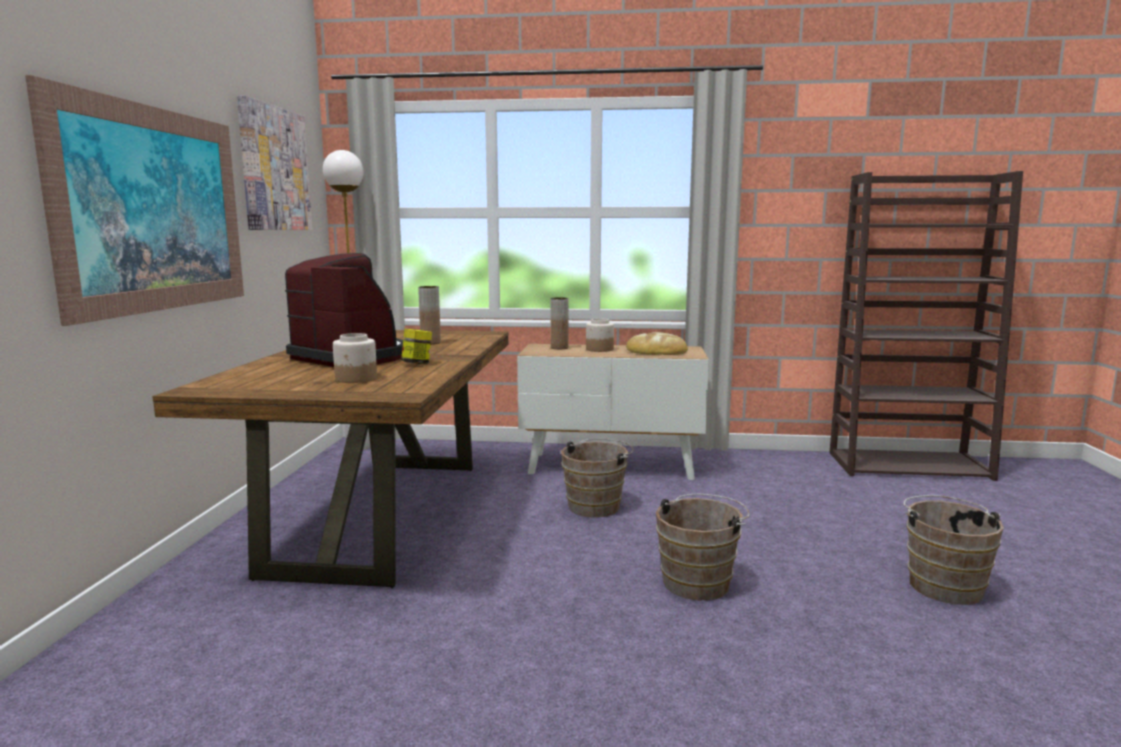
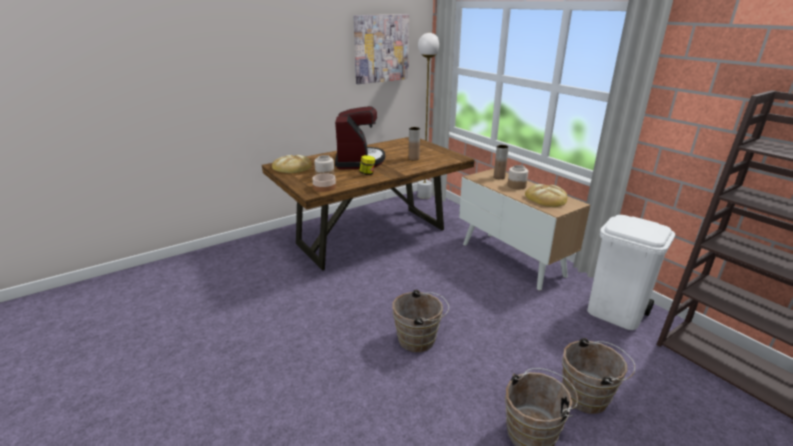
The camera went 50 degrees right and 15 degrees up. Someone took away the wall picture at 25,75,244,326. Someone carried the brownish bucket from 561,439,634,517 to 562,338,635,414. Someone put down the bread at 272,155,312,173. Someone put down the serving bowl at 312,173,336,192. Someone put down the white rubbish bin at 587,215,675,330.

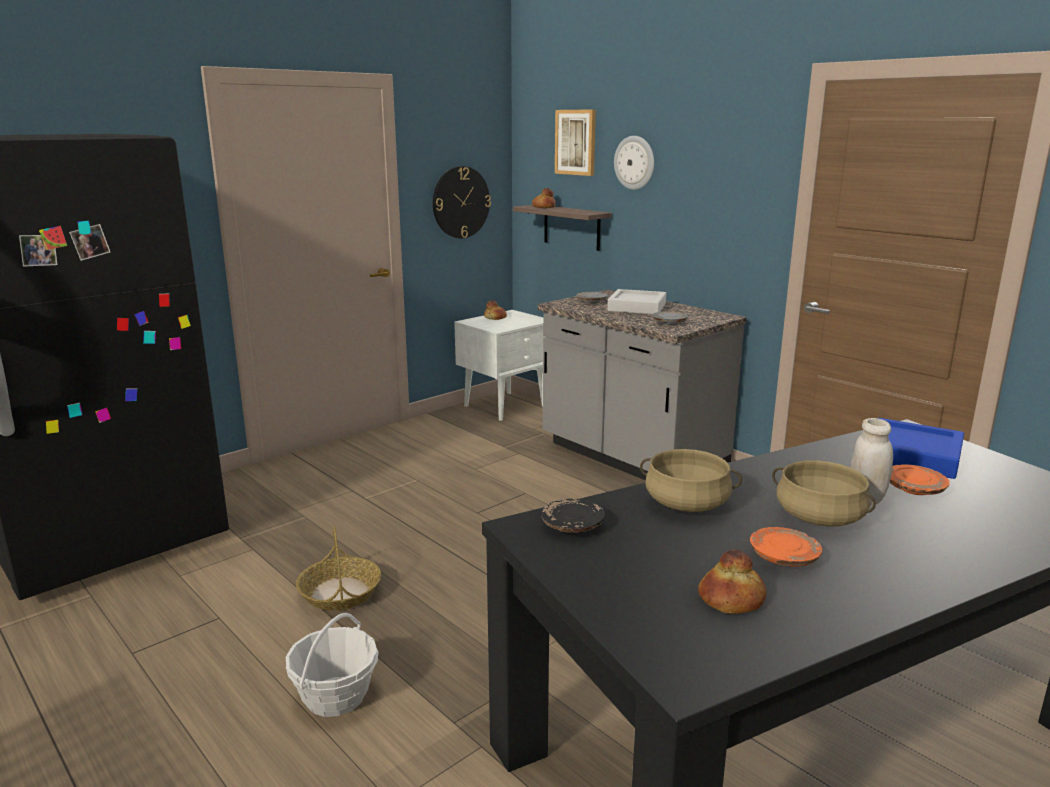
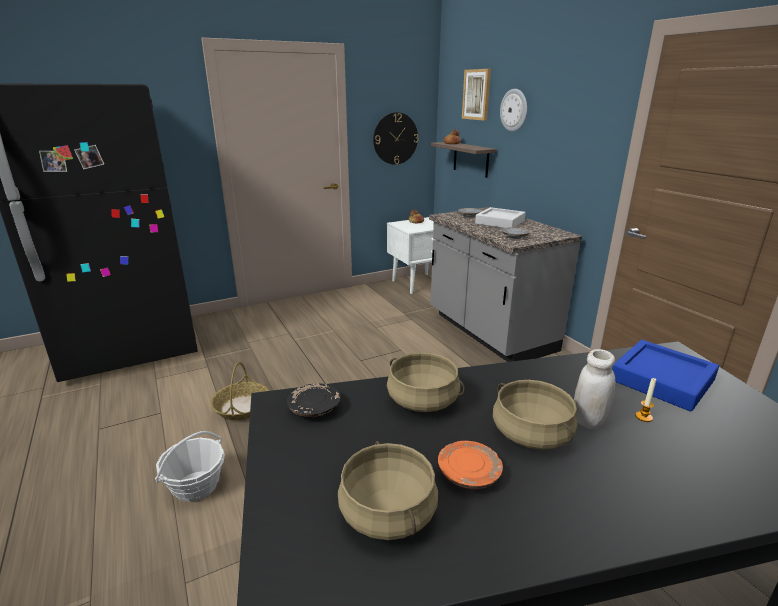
The camera went 15 degrees right and 5 degrees up. Someone swapped the orange plate at 890,464,950,495 for the wax candle at 635,378,657,422. Someone swapped the bread at 698,550,767,614 for the sand-coloured cooking pot at 338,441,438,540.

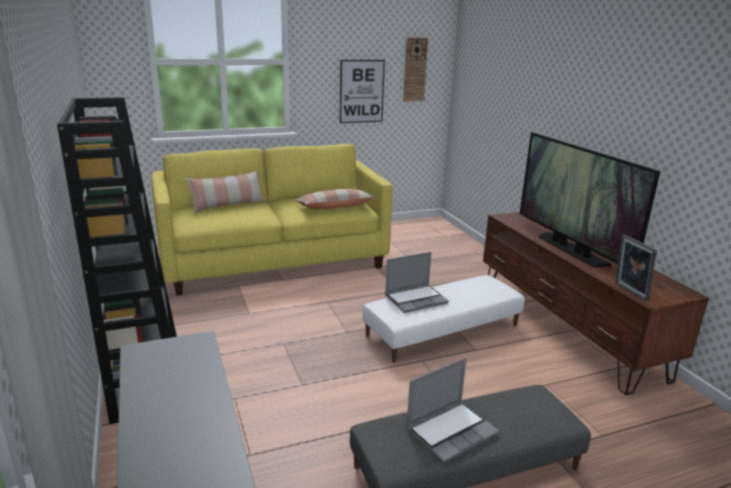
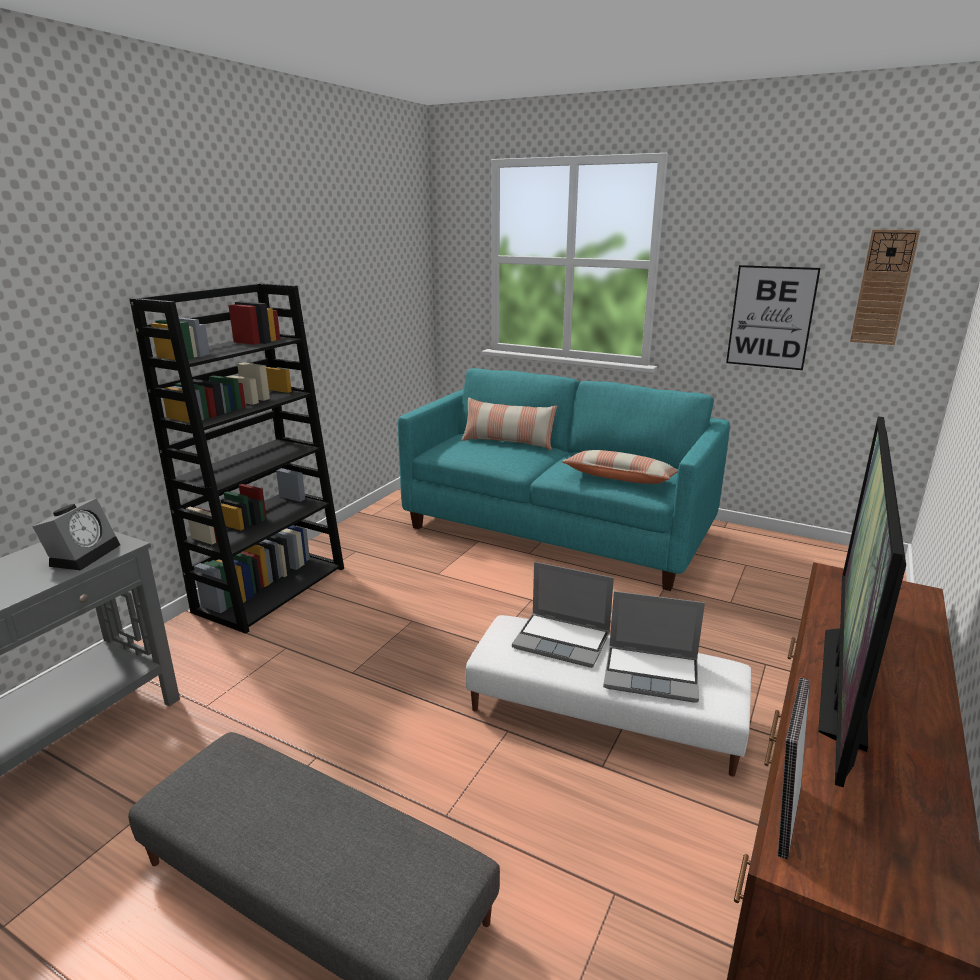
The camera went 50 degrees right and 0 degrees up. Someone repainted the yellowish settee at 151,144,393,296, which became the blue-green settee at 398,368,730,591. Someone carried the portable computer from 406,358,499,463 to 603,591,705,703. Someone put down the table clock at 32,498,120,570.

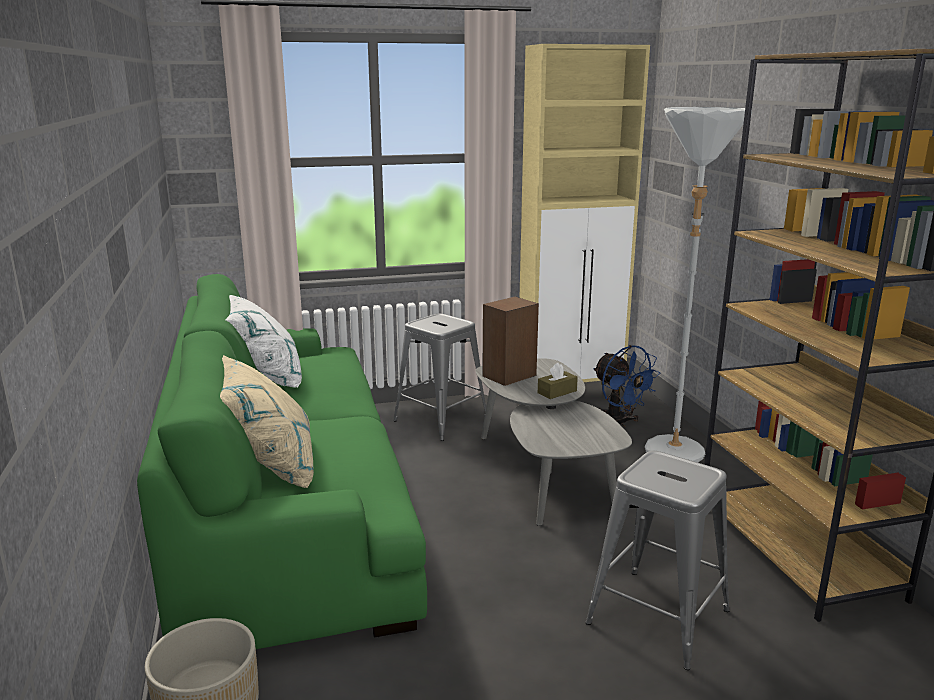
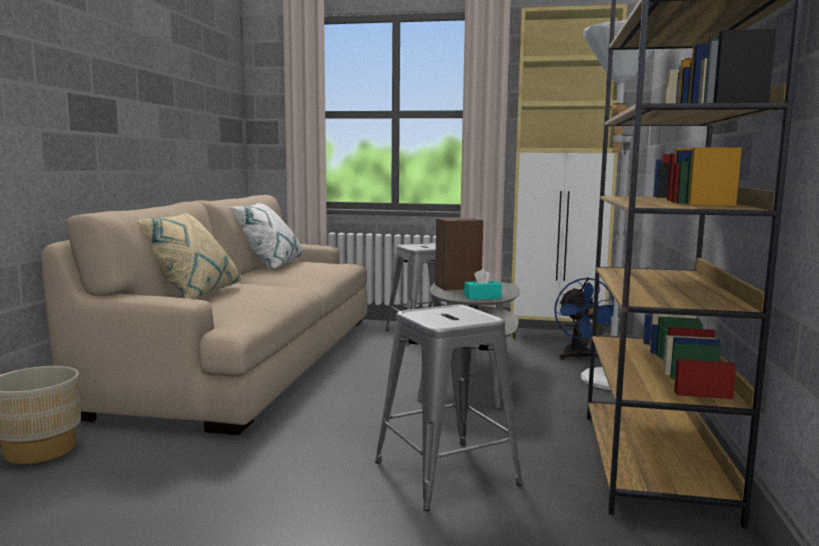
The camera went 25 degrees right and 10 degrees down. Someone repainted the green settee at 137,274,427,649, which became the sand-coloured settee at 41,195,368,435. Someone repainted the brownish tissue box at 538,363,578,399, which became the blue-green tissue box at 464,269,502,300.

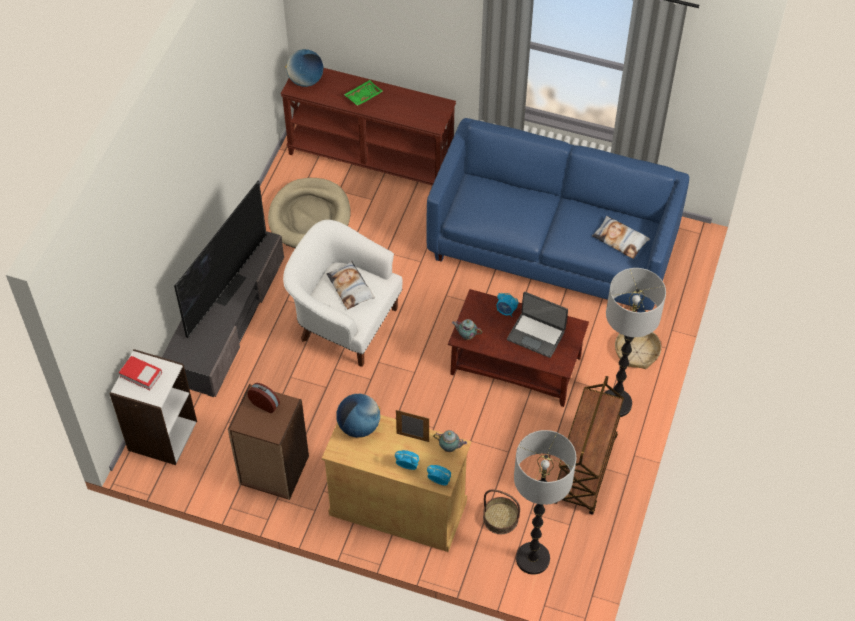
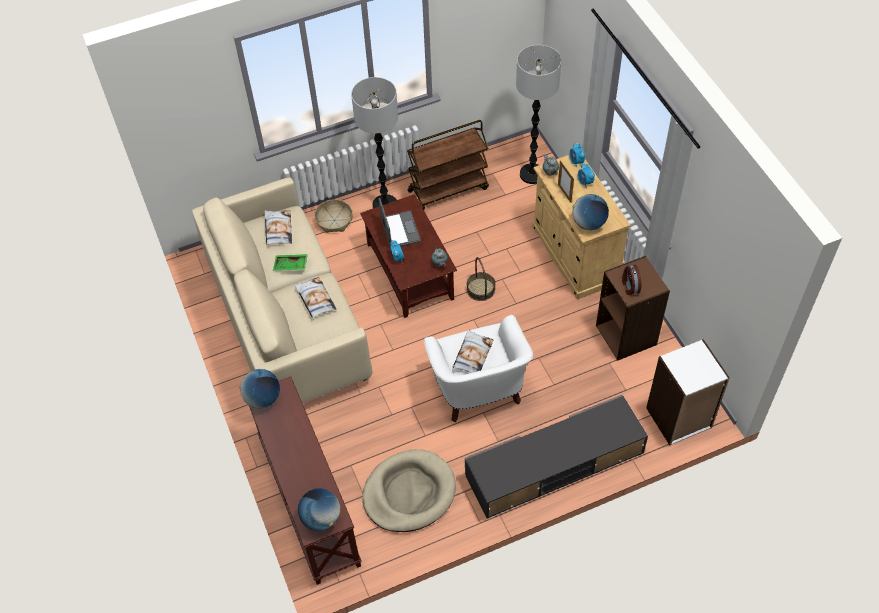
The camera went 130 degrees left and 0 degrees up. Someone carried the green serving tray from 344,80,383,106 to 273,254,308,271. Someone repainted the blue settee at 427,118,689,312, which became the sand-coloured settee at 192,177,372,403. Someone took away the TV at 174,180,267,338. Someone took away the volume at 119,356,162,390. Someone carried the storage basket from 483,489,520,534 to 467,257,495,301. Someone put down the throw pillow at 294,277,336,318. Someone put down the globe at 240,369,280,408.

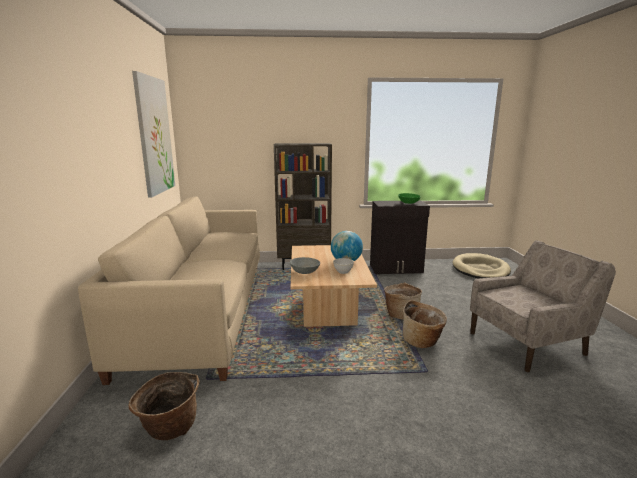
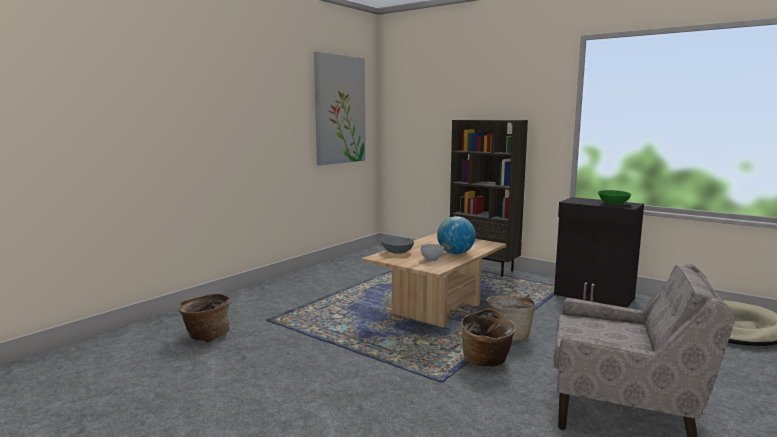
The camera went 40 degrees right and 5 degrees down. Someone took away the sand-coloured settee at 78,196,260,385.

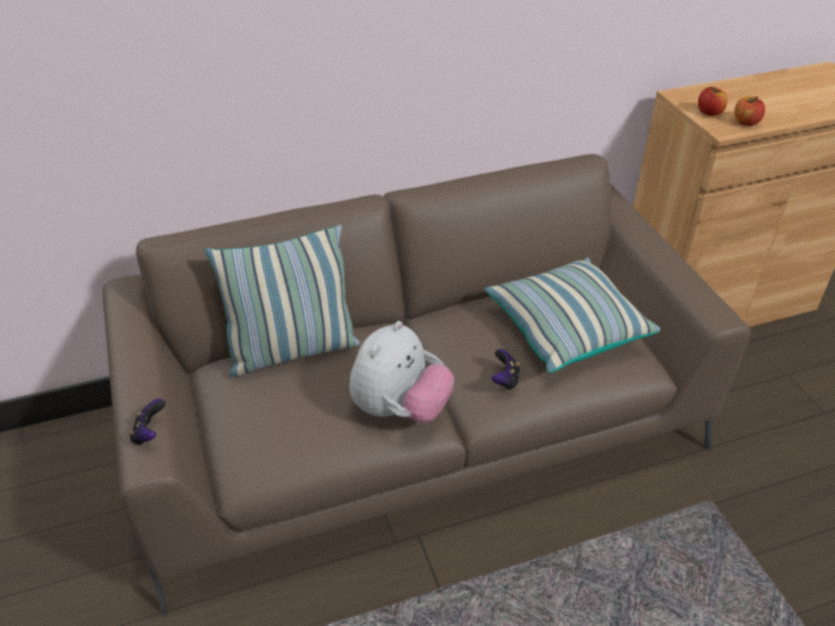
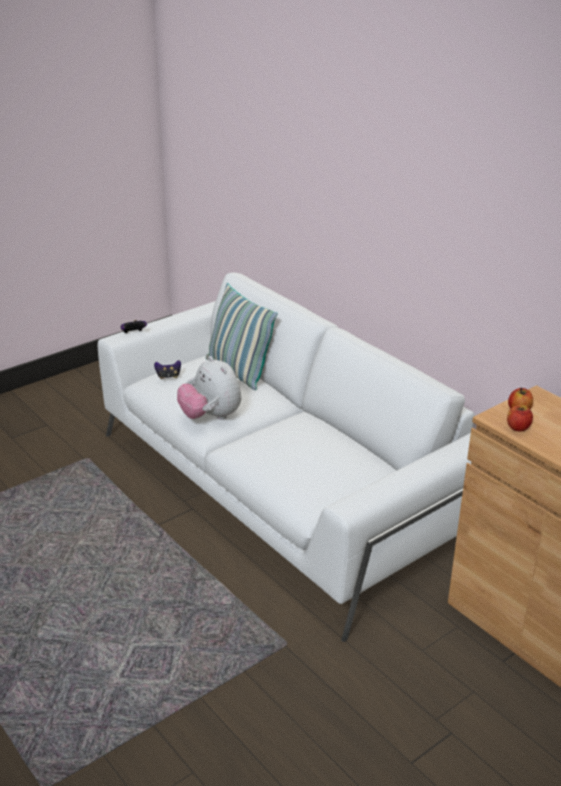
The camera went 70 degrees right and 10 degrees down. Someone repainted the brownish settee at 102,154,751,616, which became the white settee at 98,273,475,642. Someone took away the throw pillow at 484,258,660,373. Someone rotated the soft toy at 349,321,454,423 by 45 degrees clockwise. Someone carried the joypad from 491,349,520,390 to 154,360,181,379.

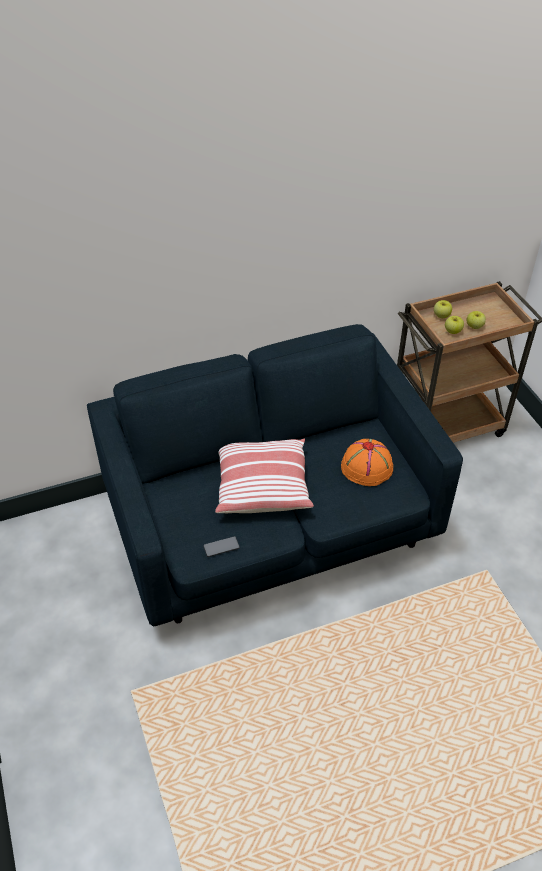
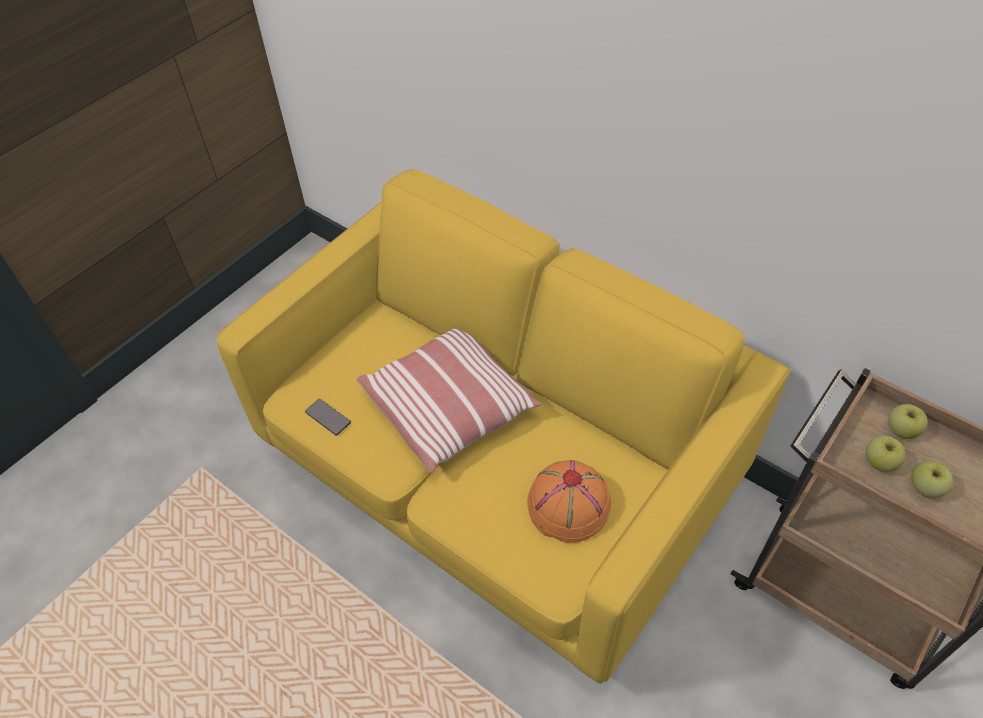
The camera went 60 degrees right and 5 degrees up. Someone repainted the blue settee at 87,324,463,627, which became the yellowish settee at 217,169,791,684.

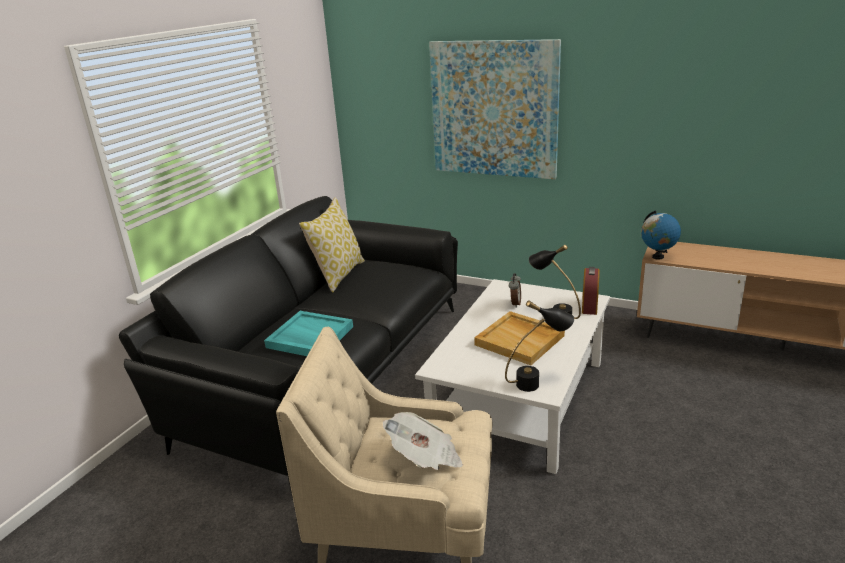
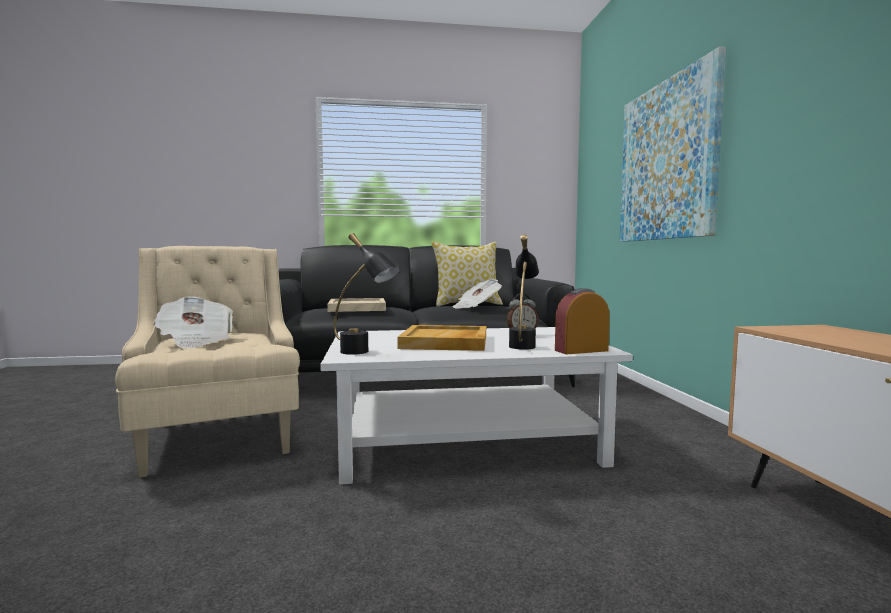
The camera went 55 degrees right and 20 degrees down. Someone took away the globe at 641,210,681,259. Someone repainted the blue-green serving tray at 264,311,353,356, which became the sand-coloured serving tray at 327,298,386,312. Someone put down the daily paper at 453,279,502,309.

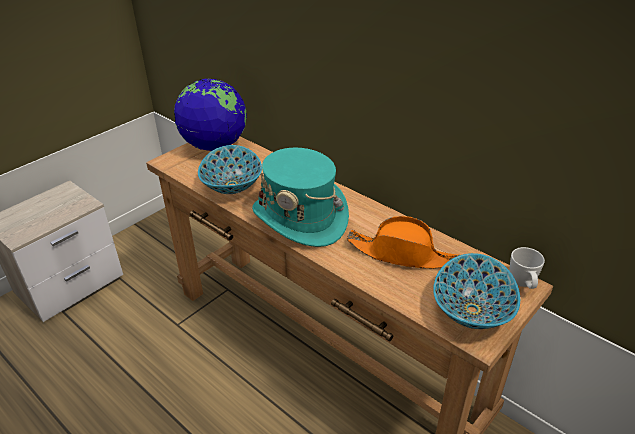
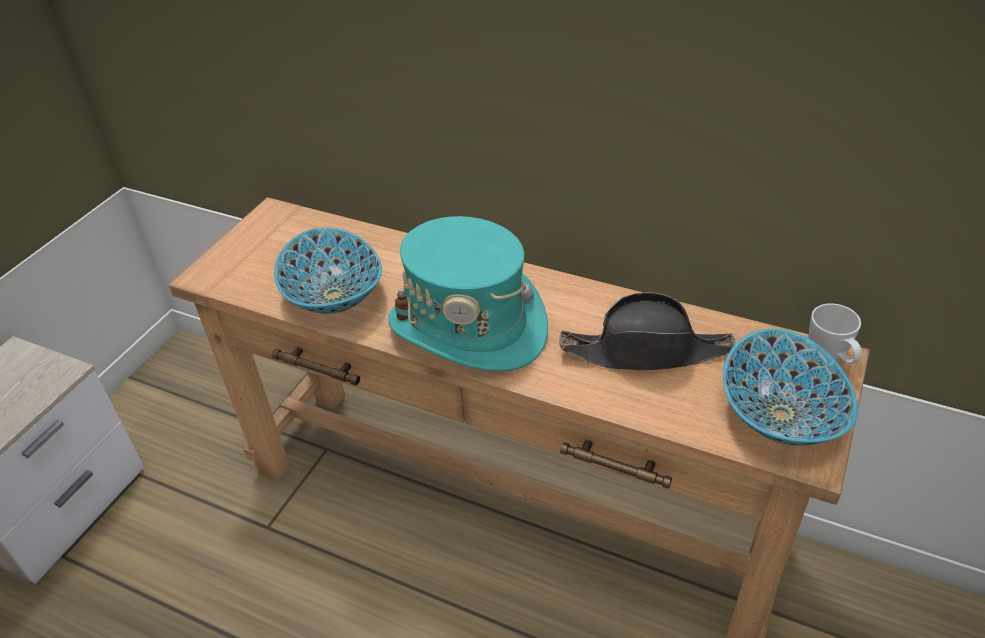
The camera went 15 degrees left and 5 degrees up. Someone took away the globe at 174,78,247,151. Someone repainted the orange clothing hat at 347,216,459,269, which became the black-coloured clothing hat at 559,292,736,370.

